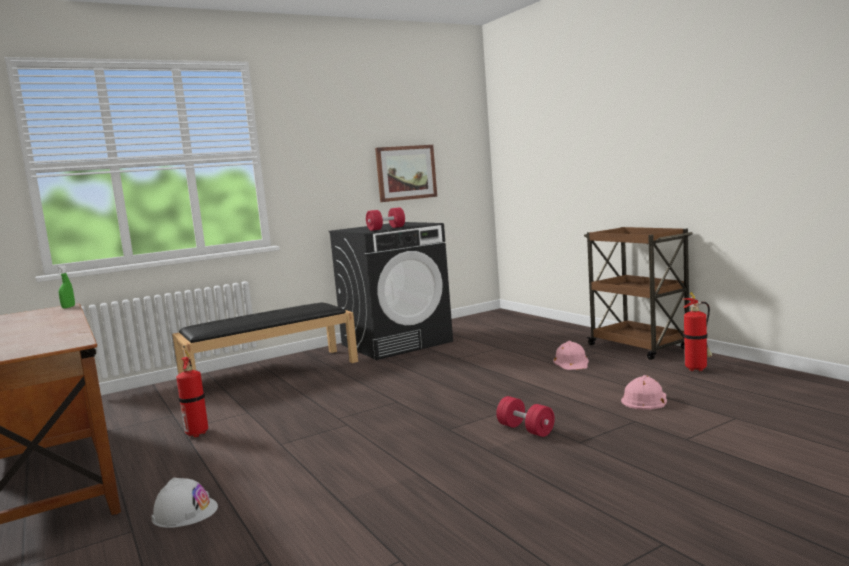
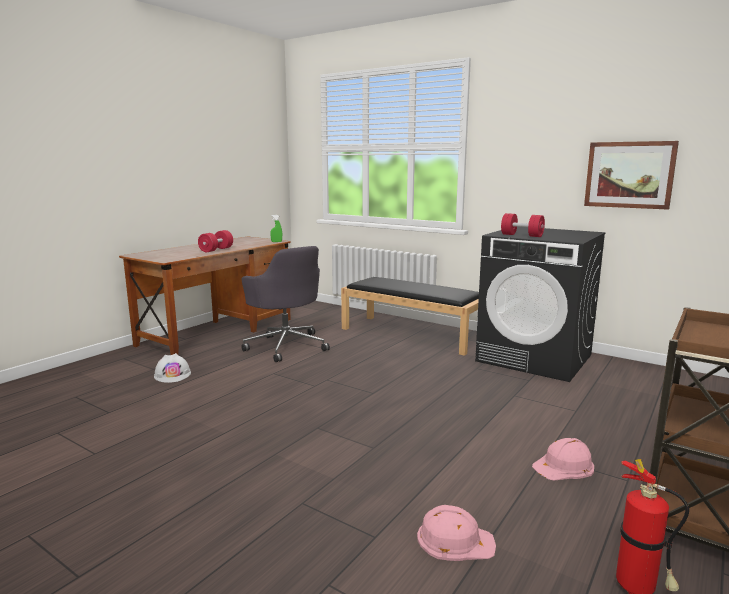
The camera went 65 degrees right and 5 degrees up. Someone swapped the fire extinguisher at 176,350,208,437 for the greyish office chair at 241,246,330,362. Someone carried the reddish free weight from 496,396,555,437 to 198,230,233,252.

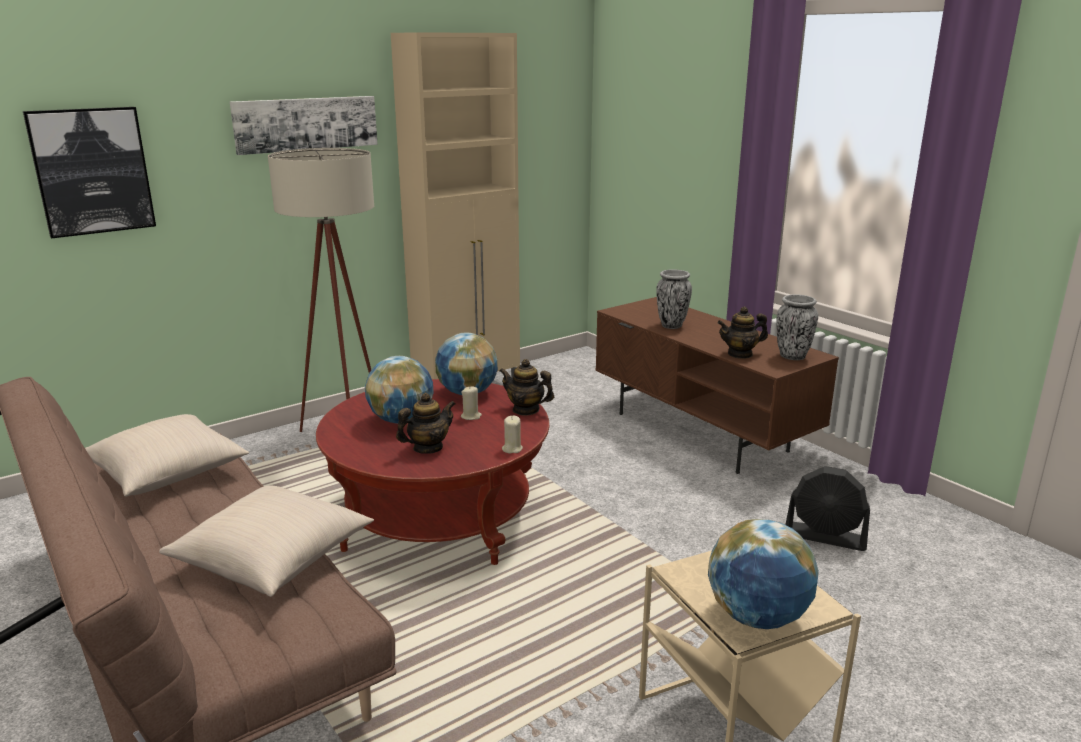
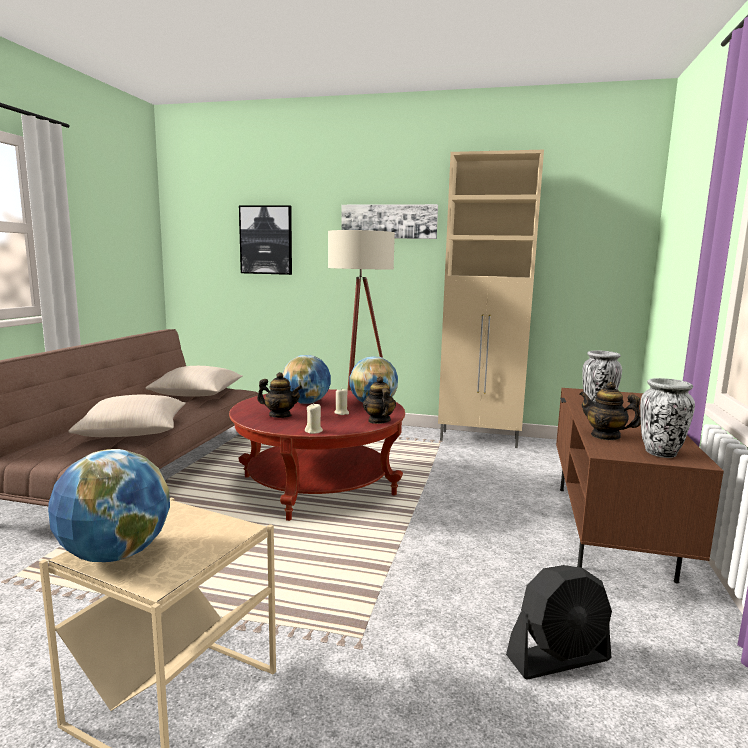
The camera went 50 degrees right and 10 degrees down. Someone rotated the black-coloured electric fan at 785,466,870,551 by 90 degrees counterclockwise.

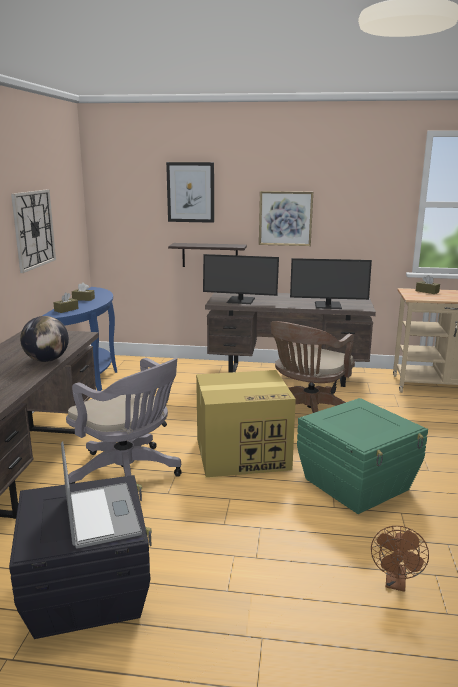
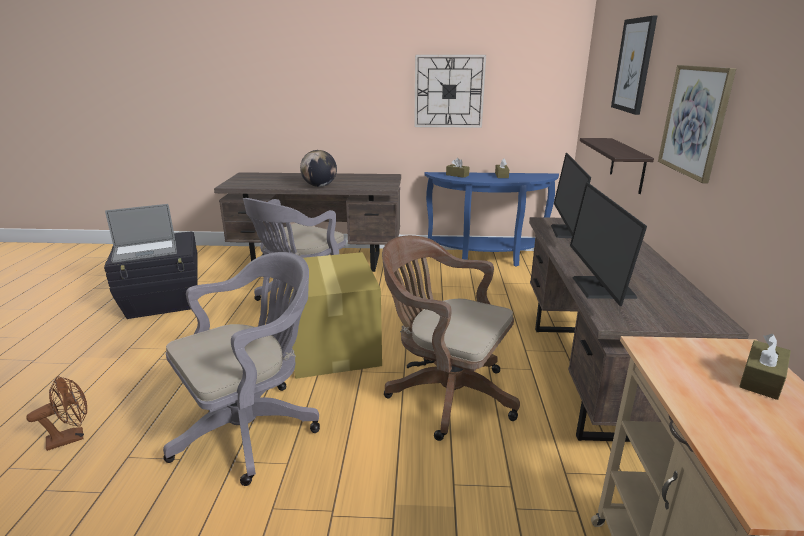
The camera went 85 degrees right and 5 degrees up. Someone swapped the green storage container at 297,398,428,514 for the greyish office chair at 163,252,320,486. Someone rotated the brownish electric fan at 371,526,429,592 by 135 degrees clockwise.

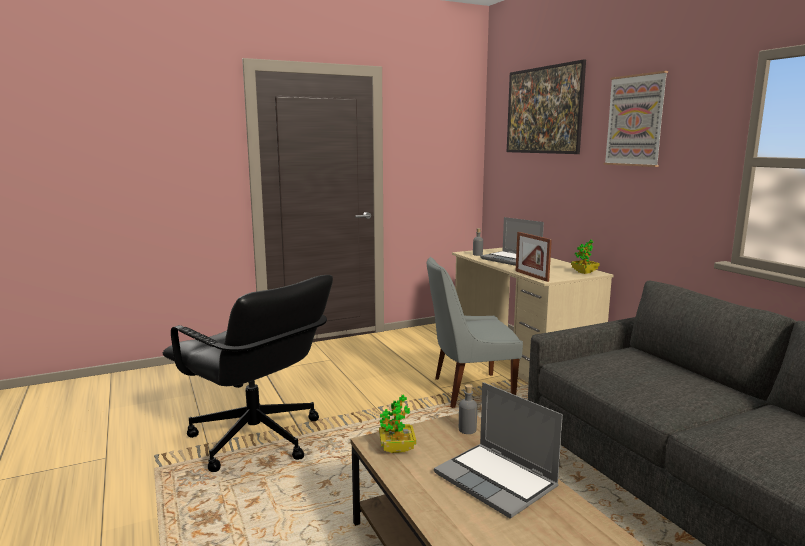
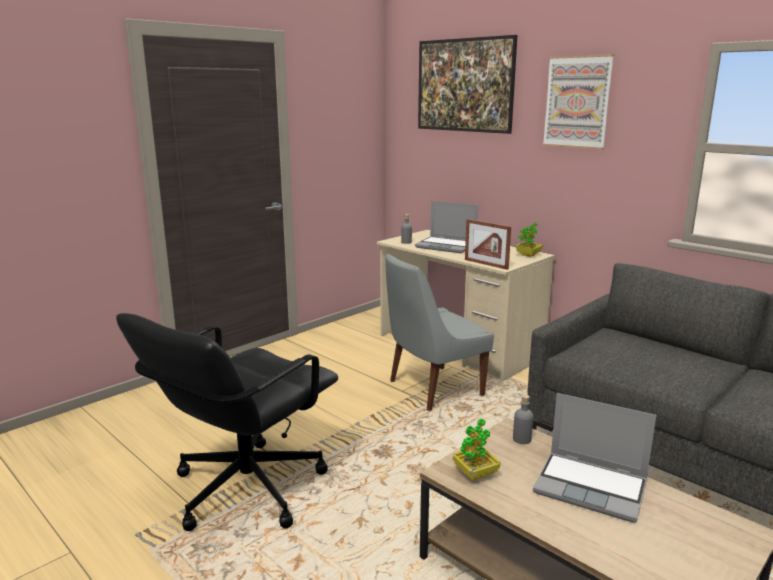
The camera went 20 degrees left and 5 degrees up. Someone rotated the black-coloured office chair at 163,275,333,472 by 105 degrees clockwise.

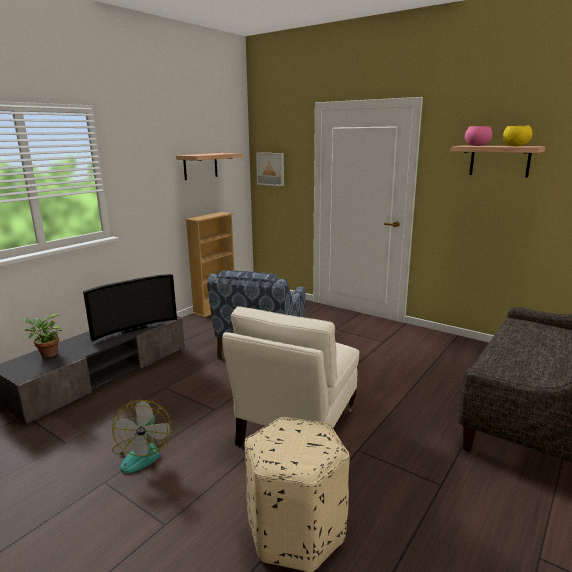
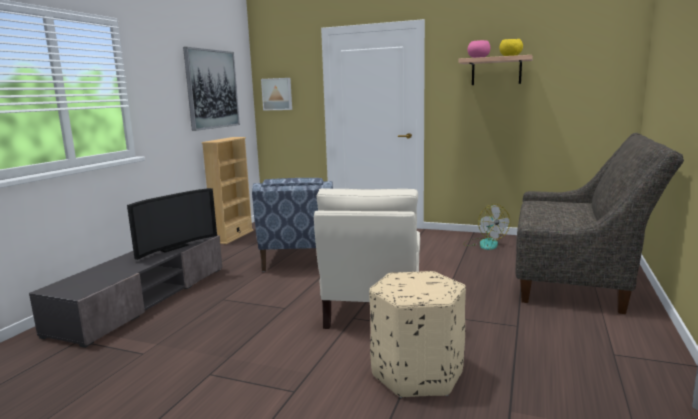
The camera went 15 degrees left and 5 degrees down. Someone swapped the bracket shelf at 176,153,243,180 for the wall picture at 183,47,240,131. Someone took away the plant in a pot at 23,314,62,358. Someone carried the electric fan from 112,400,172,473 to 463,204,510,250.

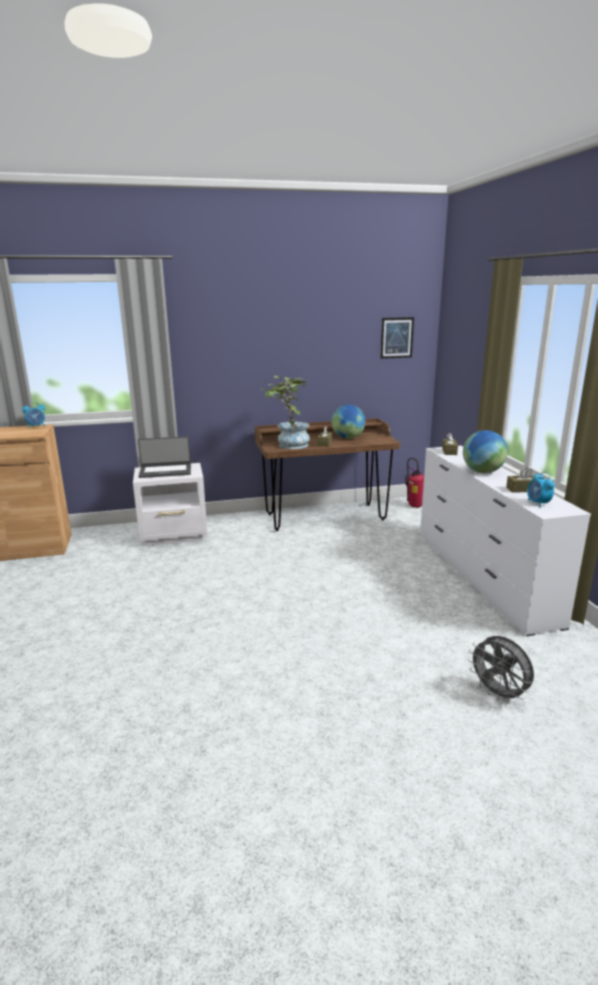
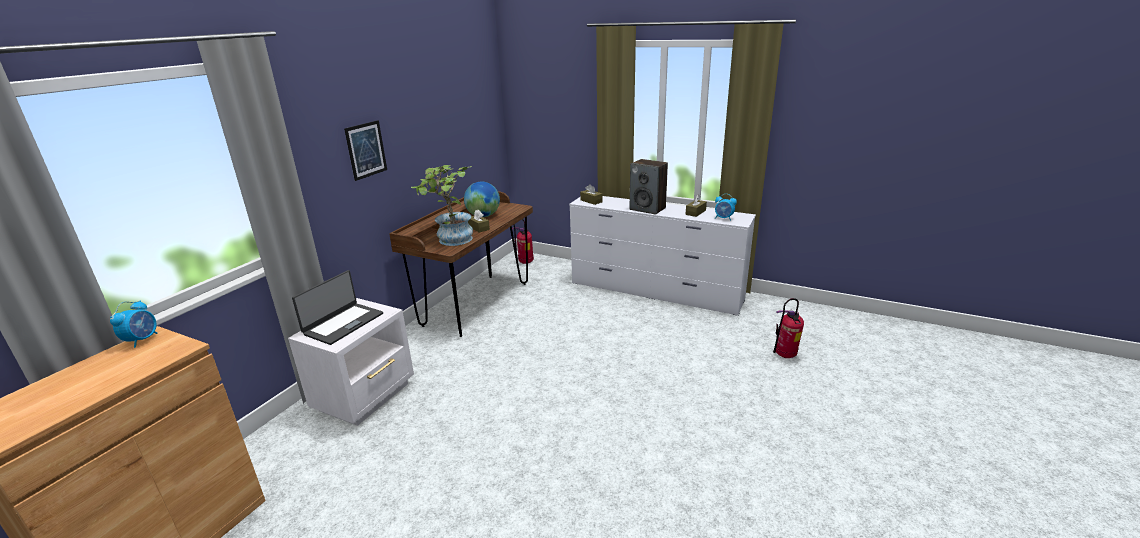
The camera went 50 degrees left and 5 degrees up. Someone carried the wall picture from 380,317,414,359 to 344,120,387,181. Someone swapped the globe at 463,430,508,473 for the speaker at 630,159,668,215. Someone swapped the greyish electric fan at 468,636,534,703 for the fire extinguisher at 773,298,804,358.

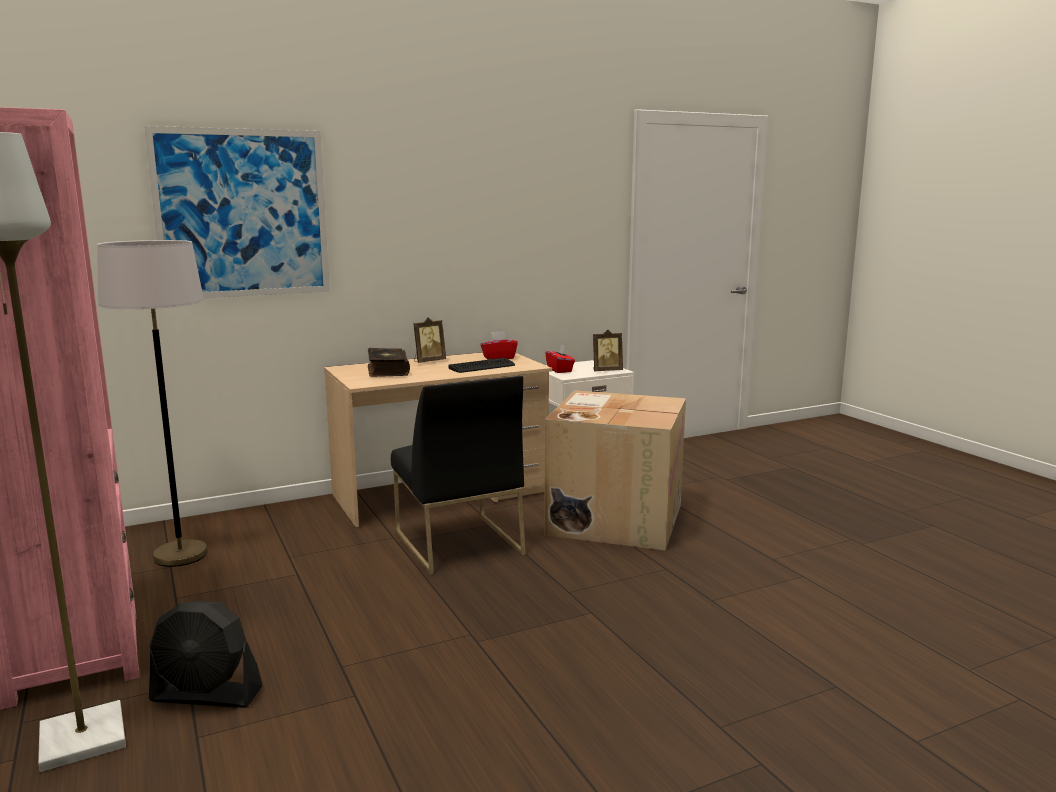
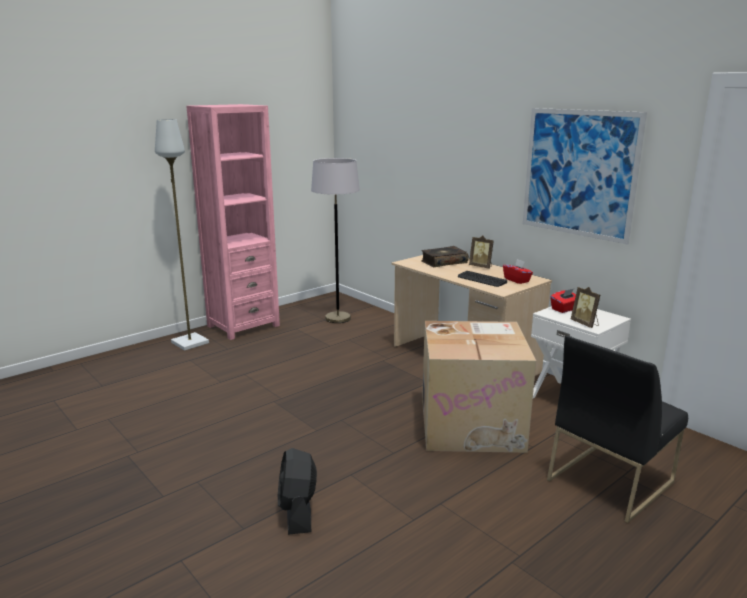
The camera went 75 degrees right and 5 degrees up. Someone carried the wall picture from 144,126,330,298 to 523,108,647,245. Someone carried the black-coloured chair from 391,376,526,575 to 547,336,688,523. Someone carried the black-coloured electric fan from 149,601,263,708 to 278,448,317,535.

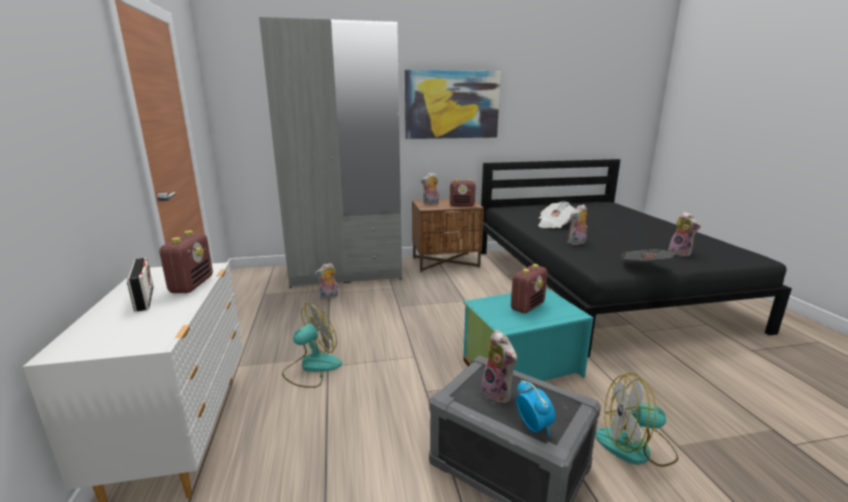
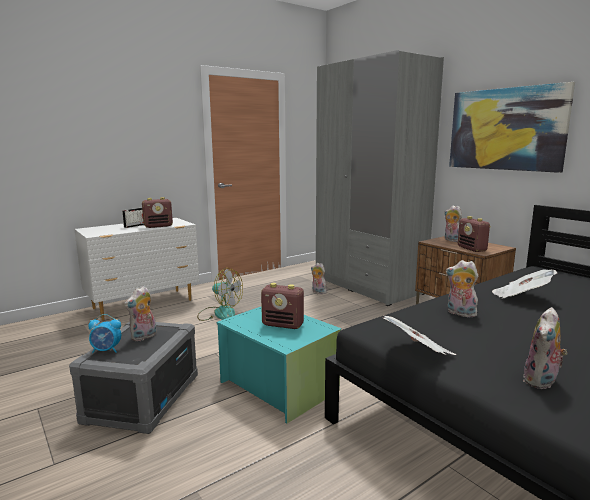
The camera went 65 degrees right and 5 degrees down. Someone took away the electric fan at 595,373,678,467. Someone rotated the table clock at 516,380,556,436 by 45 degrees clockwise.

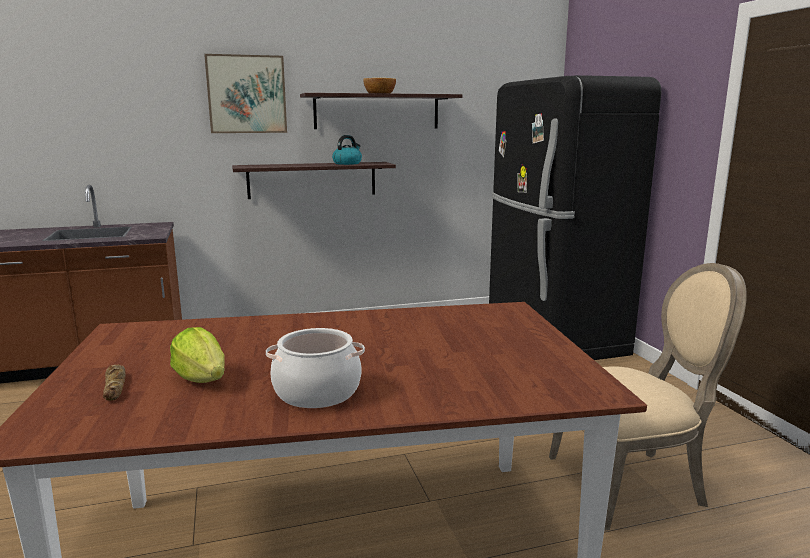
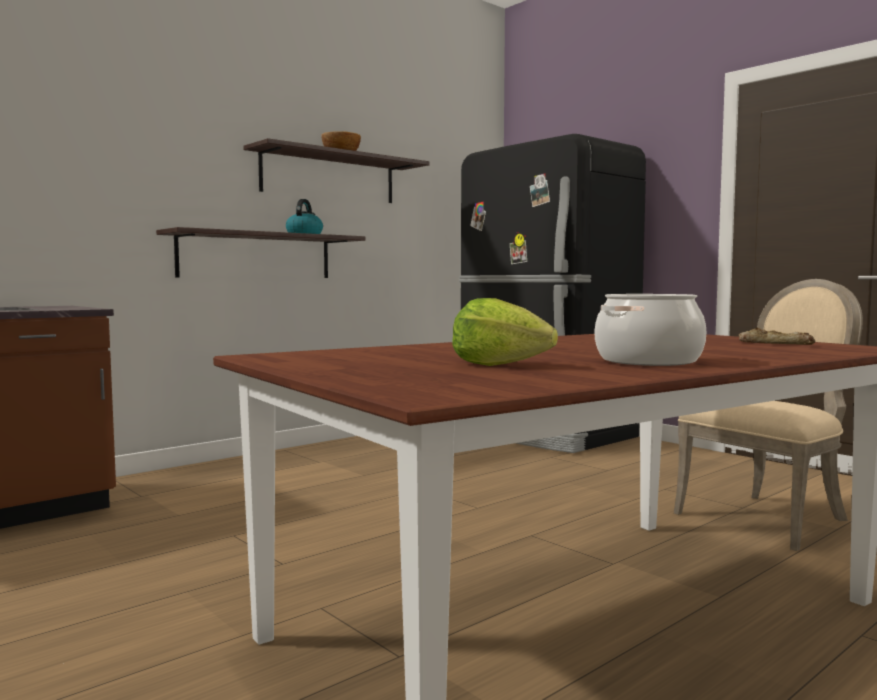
The camera went 25 degrees left and 10 degrees down. Someone took away the wall picture at 204,54,287,133. Someone carried the bread from 103,364,126,401 to 739,328,815,345.

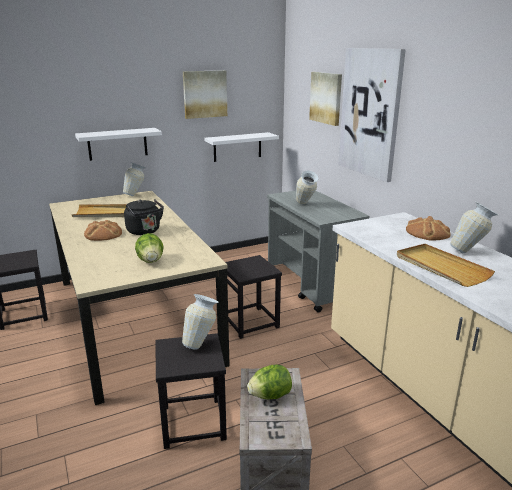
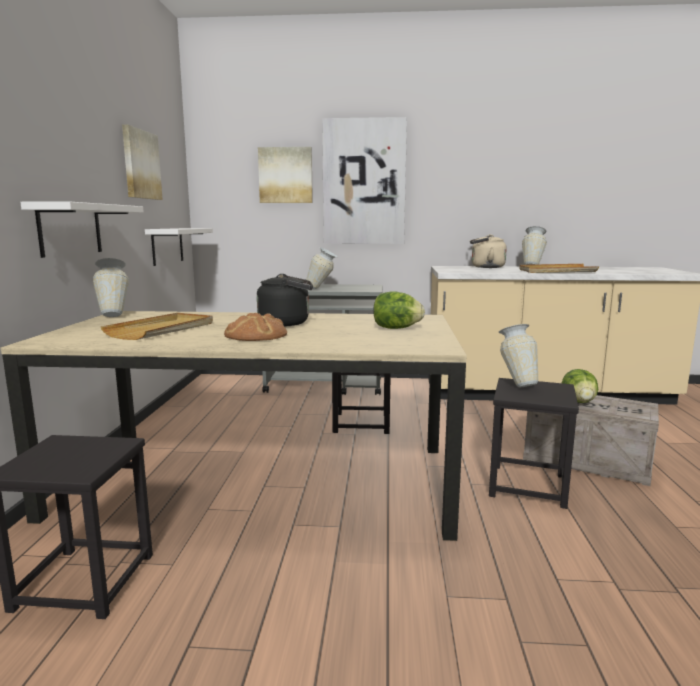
The camera went 60 degrees left and 10 degrees down. Someone swapped the bread at 406,216,451,241 for the sand-coloured water kettle at 470,234,507,268.

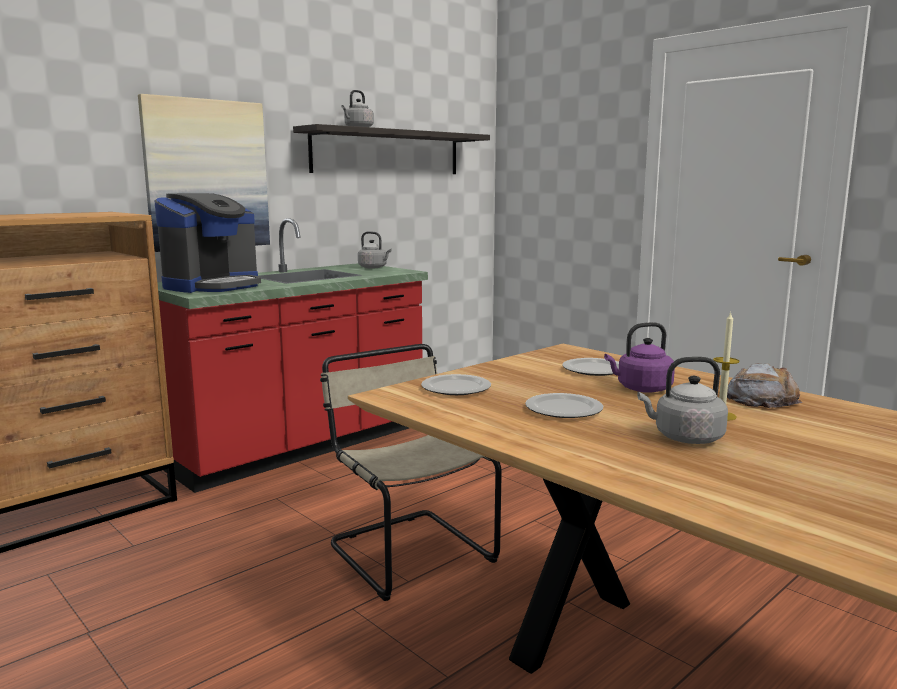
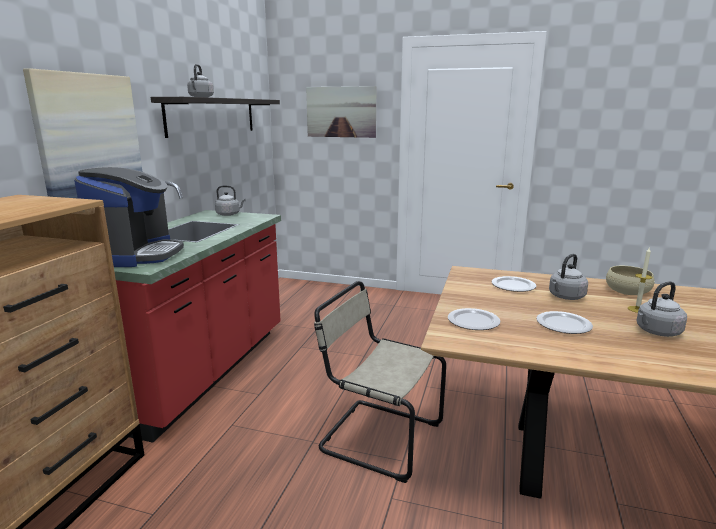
The camera went 30 degrees left and 5 degrees up. Someone repainted the purple-coloured water kettle at 604,322,675,393, which became the greyish water kettle at 549,254,588,300. Someone swapped the bread at 727,363,803,408 for the sand-coloured serving bowl at 606,266,654,295. Someone put up the wall picture at 306,86,377,138.

